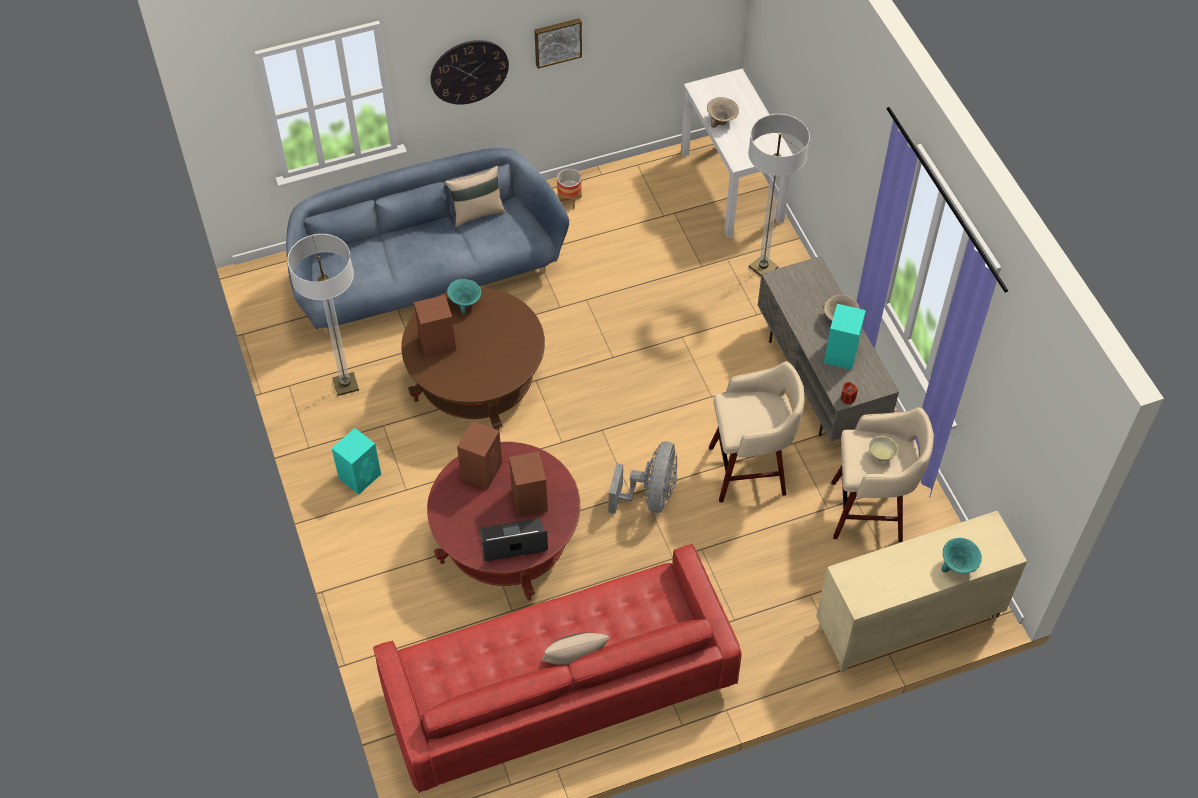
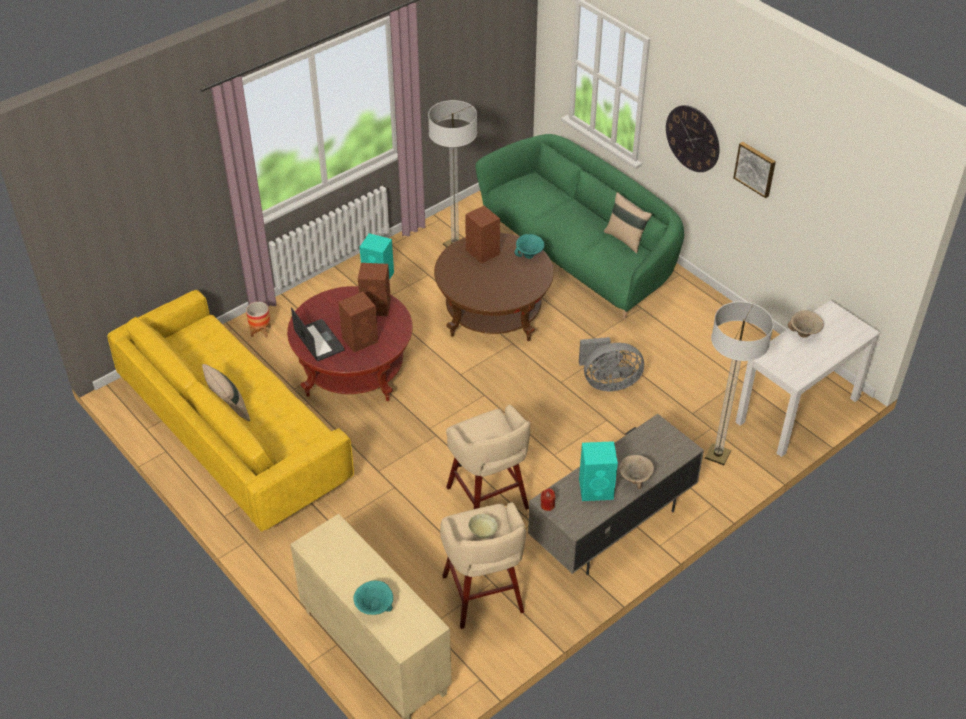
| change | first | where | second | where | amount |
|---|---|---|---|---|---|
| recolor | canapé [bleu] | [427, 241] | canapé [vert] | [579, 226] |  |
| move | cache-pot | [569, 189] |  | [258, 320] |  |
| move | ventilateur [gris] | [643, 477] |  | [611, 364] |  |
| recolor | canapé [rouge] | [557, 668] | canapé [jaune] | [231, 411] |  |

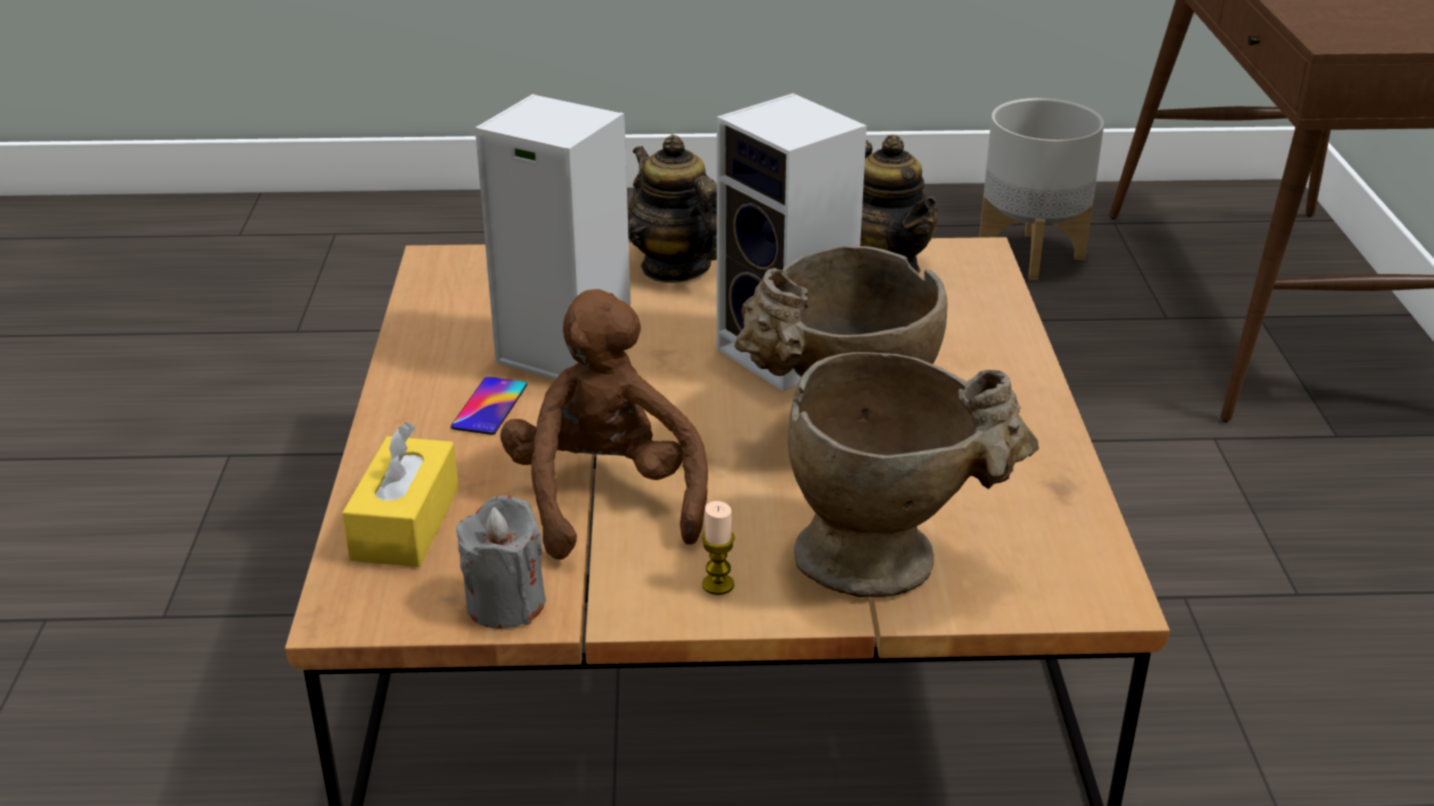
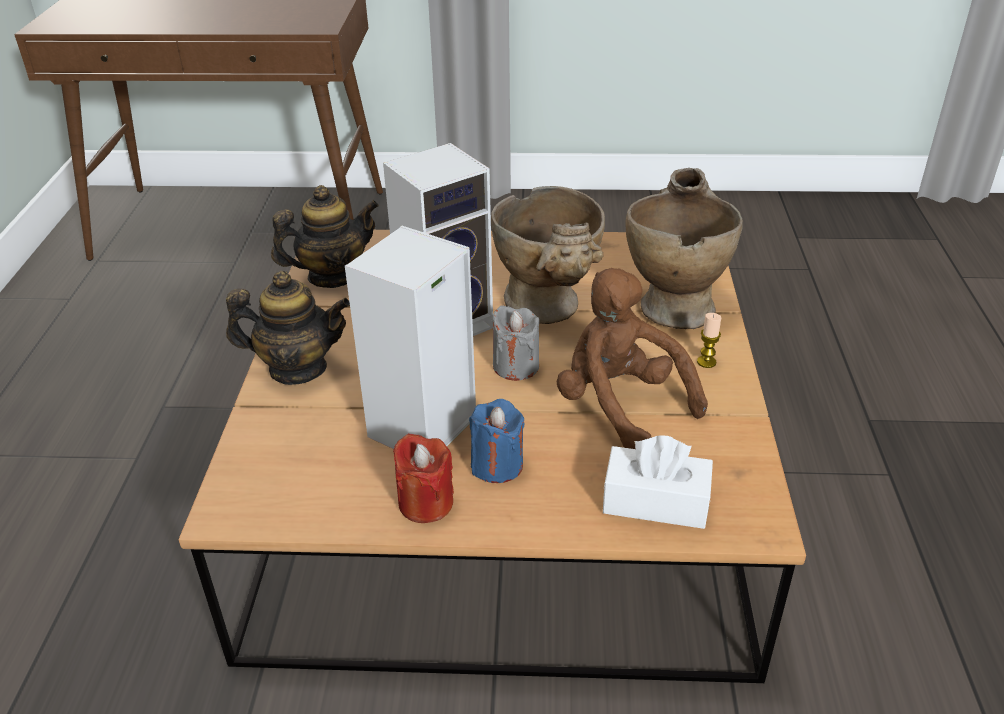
| change | first | where | second | where | amount |
|---|---|---|---|---|---|
| delete | cache-pot [gris] | [1041, 189] |  |  |  |
| rotate | théière | [672, 208] |  | [288, 328] | 150 degrees counterclockwise |
| rotate | peluche [marron] | [604, 424] |  | [632, 358] | 60 degrees clockwise |
| replace | téléphone | [489, 406] | bougie [bleu] | [497, 441] |  |
| recolor | boîte à mouchoirs [jaune] | [400, 494] | boîte à mouchoirs [blanc] | [658, 482] |  |
| move | bougie [gris] | [501, 562] |  | [515, 343] |  |
| insert |  |  | bougie [rouge] | [423, 478] |  |

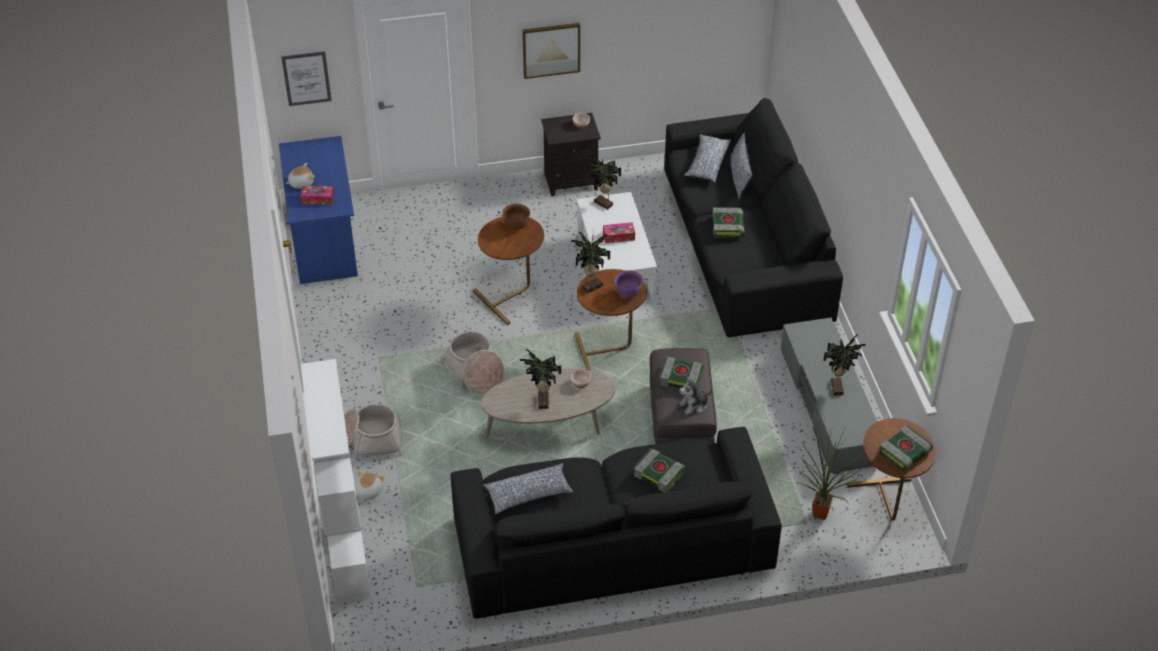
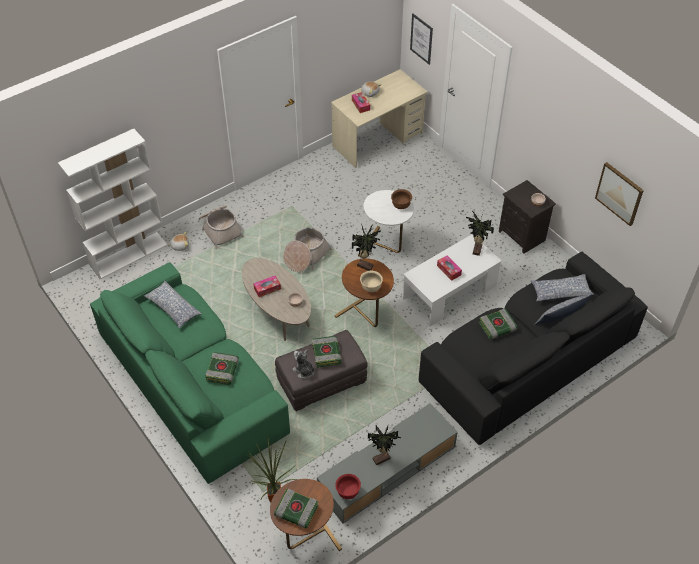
| change | first | where | second | where | amount |
|---|---|---|---|---|---|
| move | tableau | [551, 51] |  | [619, 194] |  |
| recolor | bureau [bleu] | [318, 210] | bureau [beige] | [379, 118] |  |
| recolor | table d'appoint [marron] | [508, 270] | table d'appoint [blanc] | [386, 223] |  |
| recolor | bol [violet] | [628, 284] | bol [beige] | [371, 281] |  |
| replace | plante en pot | [540, 379] | boîte à mouchoirs | [267, 286] |  |
| recolor | canapé [noir] | [616, 523] | canapé [vert] | [190, 373] |  |
| insert |  |  | bol [rouge] | [348, 486] |  |

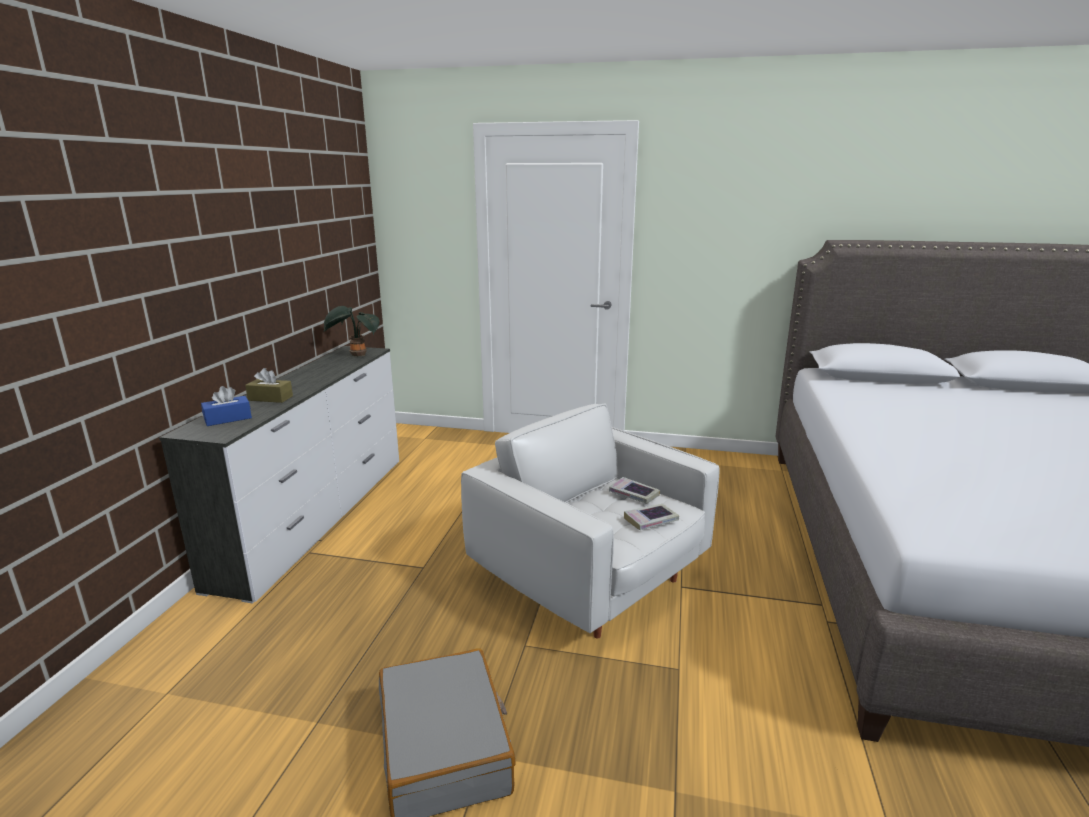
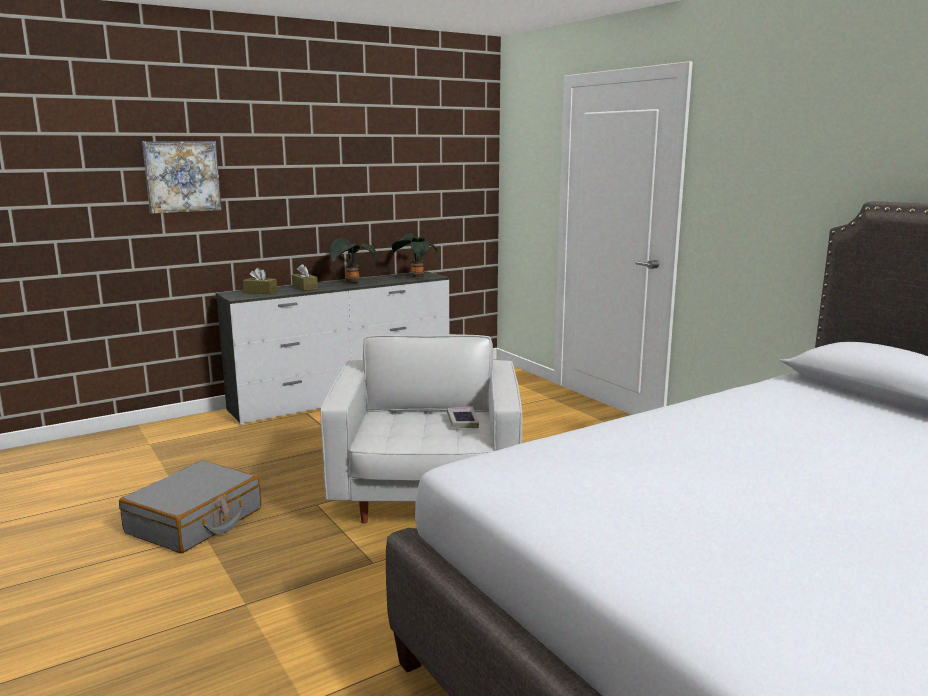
| change | first | where | second | where | amount |
|---|---|---|---|---|---|
| recolor | boîte à mouchoirs [bleu] | [226, 406] | boîte à mouchoirs [marron] | [260, 281] |  |
| delete | livre | [651, 517] |  |  |  |
| insert |  |  | tableau | [182, 177] |  |
| insert |  |  | plante en pot | [353, 260] |  |

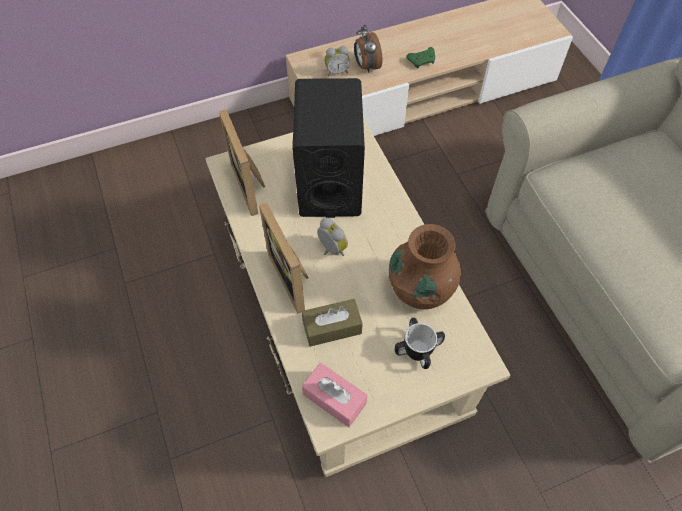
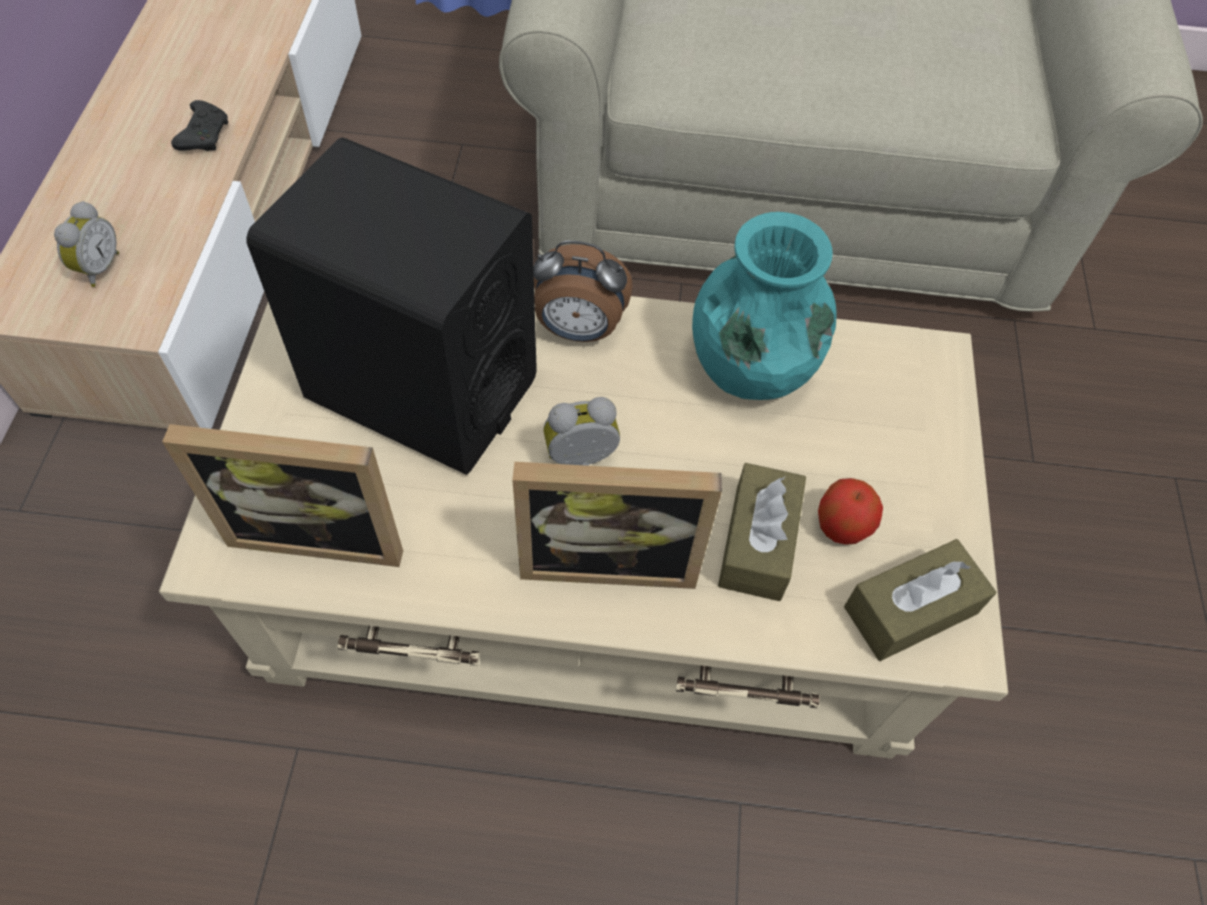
| change | first | where | second | where | amount |
|---|---|---|---|---|---|
| move | réveil | [368, 49] |  | [583, 291] |  |
| recolor | manette [vert] | [420, 58] | manette [noir] | [199, 125] |  |
| recolor | vase [marron] | [425, 267] | vase [turquoise] | [764, 306] |  |
| delete | mug | [420, 343] |  |  |  |
| recolor | boîte à mouchoirs [rose] | [334, 395] | boîte à mouchoirs [marron] | [920, 600] |  |
| insert |  |  | pomme | [850, 511] |  |

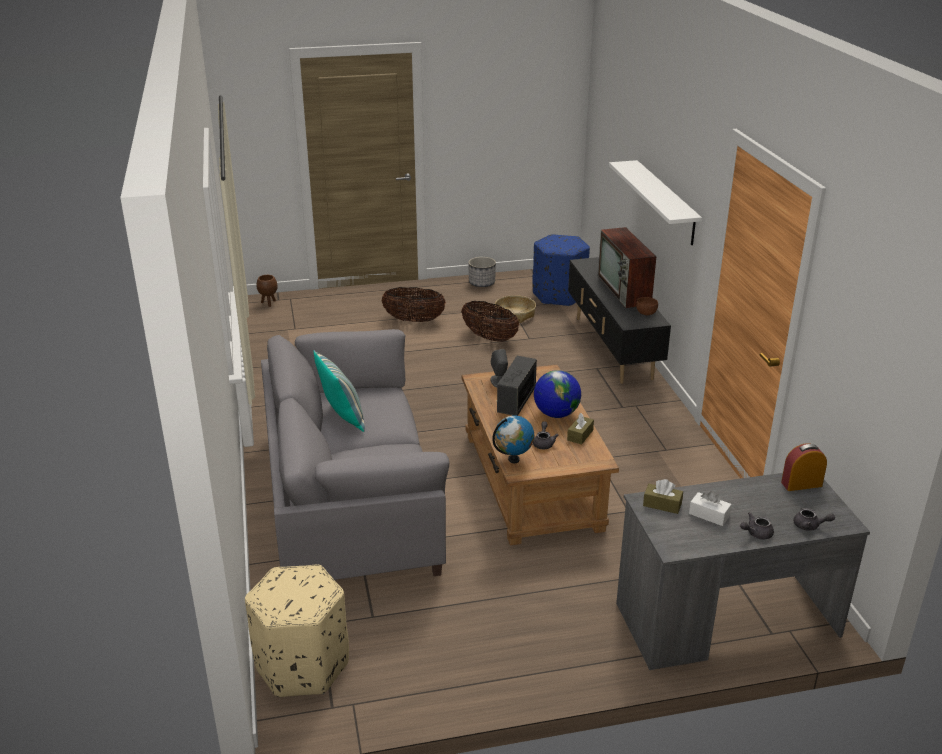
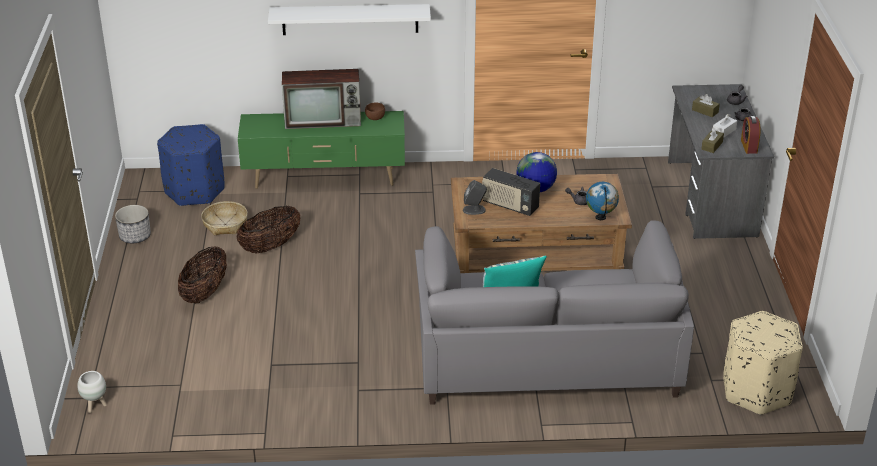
| change | first | where | second | where | amount |
|---|---|---|---|---|---|
| recolor | meuble télé [noir] | [619, 320] | meuble télé [vert] | [321, 150] |  |
| recolor | cache-pot [marron] | [267, 291] | cache-pot [blanc] | [92, 392] |  |
| move | boîte à mouchoirs [marron] | [580, 429] |  | [706, 105] |  |
| move | réveil | [804, 467] |  | [750, 135] |  |

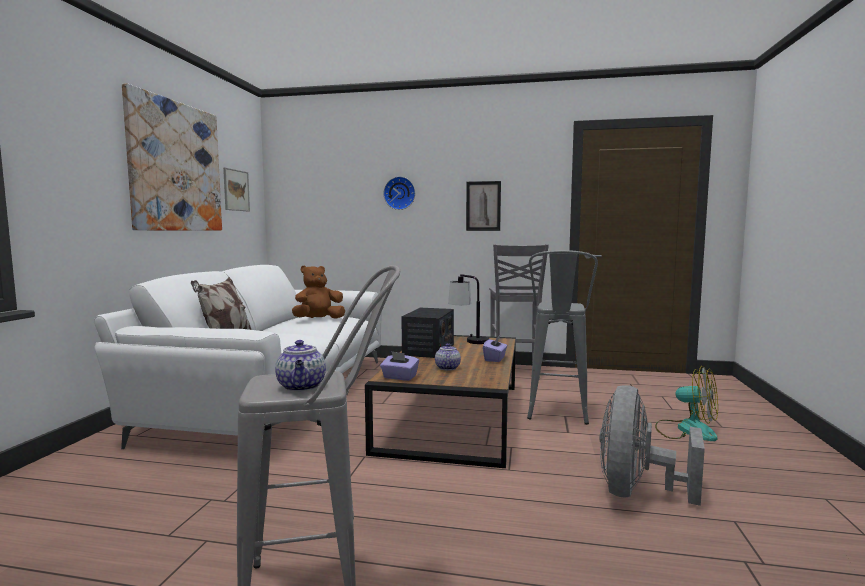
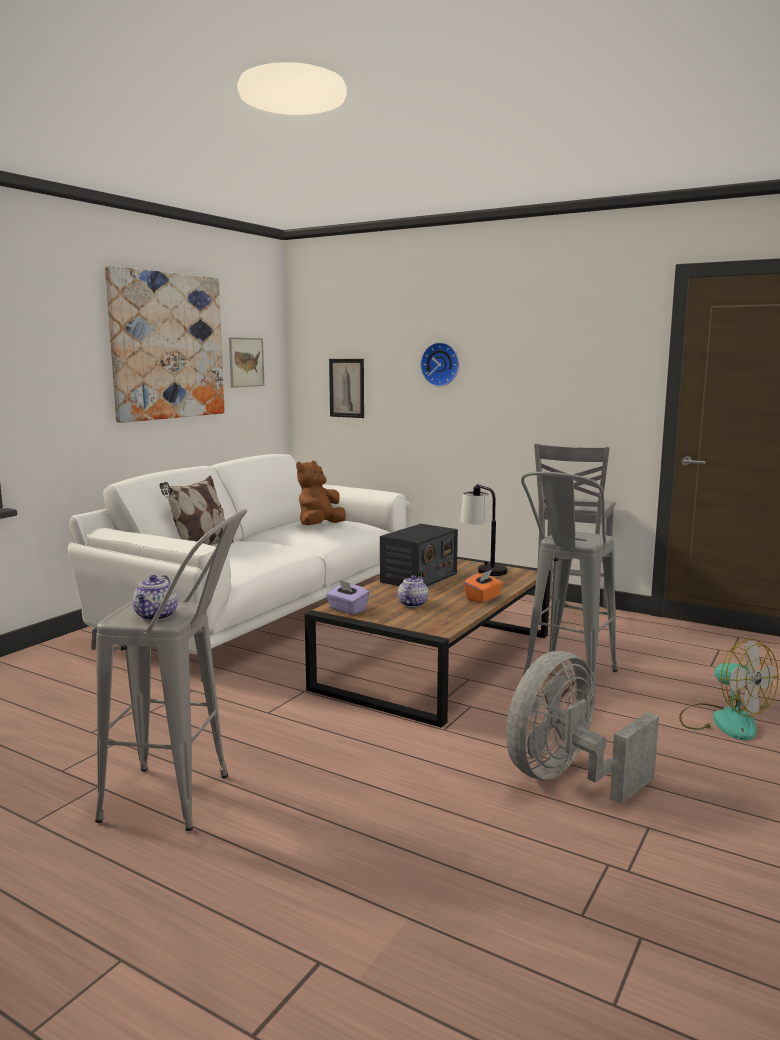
| change | first | where | second | where | amount |
|---|---|---|---|---|---|
| move | tableau | [483, 206] |  | [346, 388] |  |
| rotate | peluche [marron] | [318, 292] |  | [321, 493] | 45 degrees counterclockwise |
| recolor | boîte à mouchoirs [violet] | [495, 348] | boîte à mouchoirs [orange] | [483, 586] |  |

